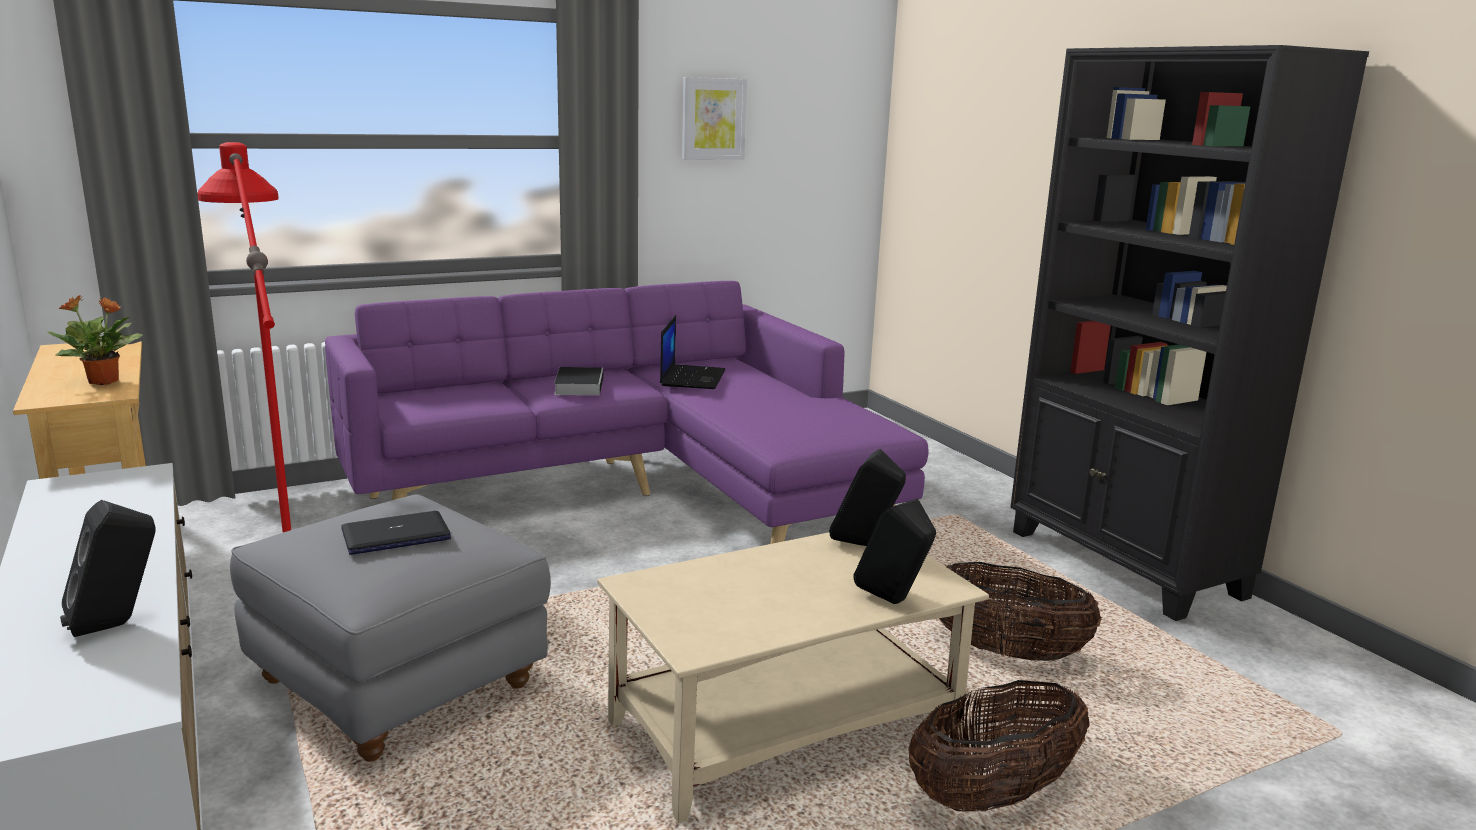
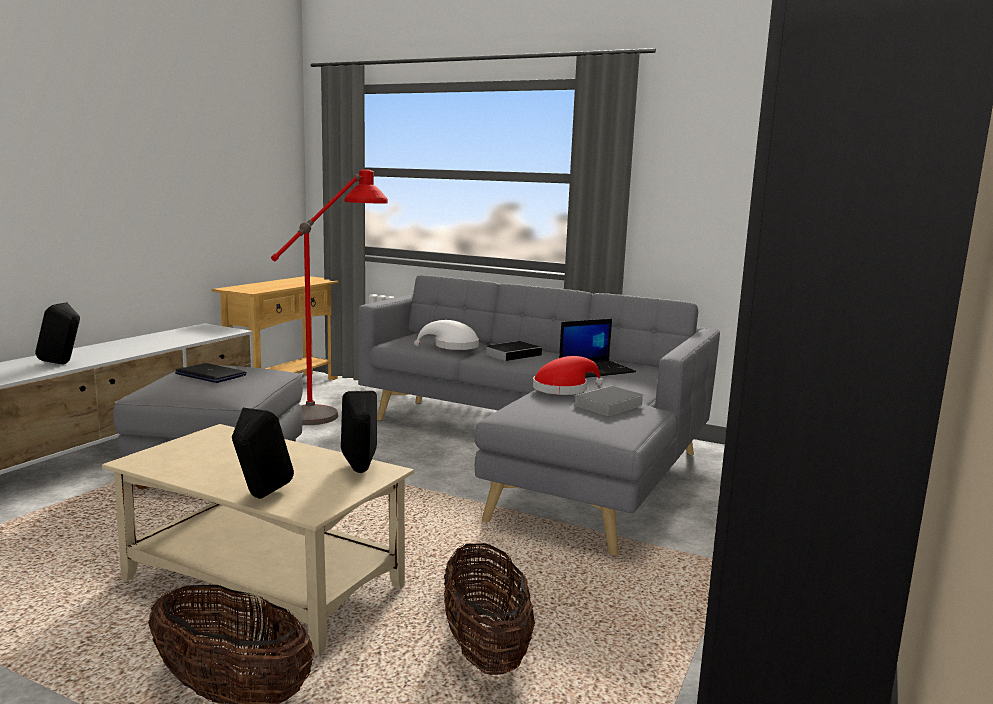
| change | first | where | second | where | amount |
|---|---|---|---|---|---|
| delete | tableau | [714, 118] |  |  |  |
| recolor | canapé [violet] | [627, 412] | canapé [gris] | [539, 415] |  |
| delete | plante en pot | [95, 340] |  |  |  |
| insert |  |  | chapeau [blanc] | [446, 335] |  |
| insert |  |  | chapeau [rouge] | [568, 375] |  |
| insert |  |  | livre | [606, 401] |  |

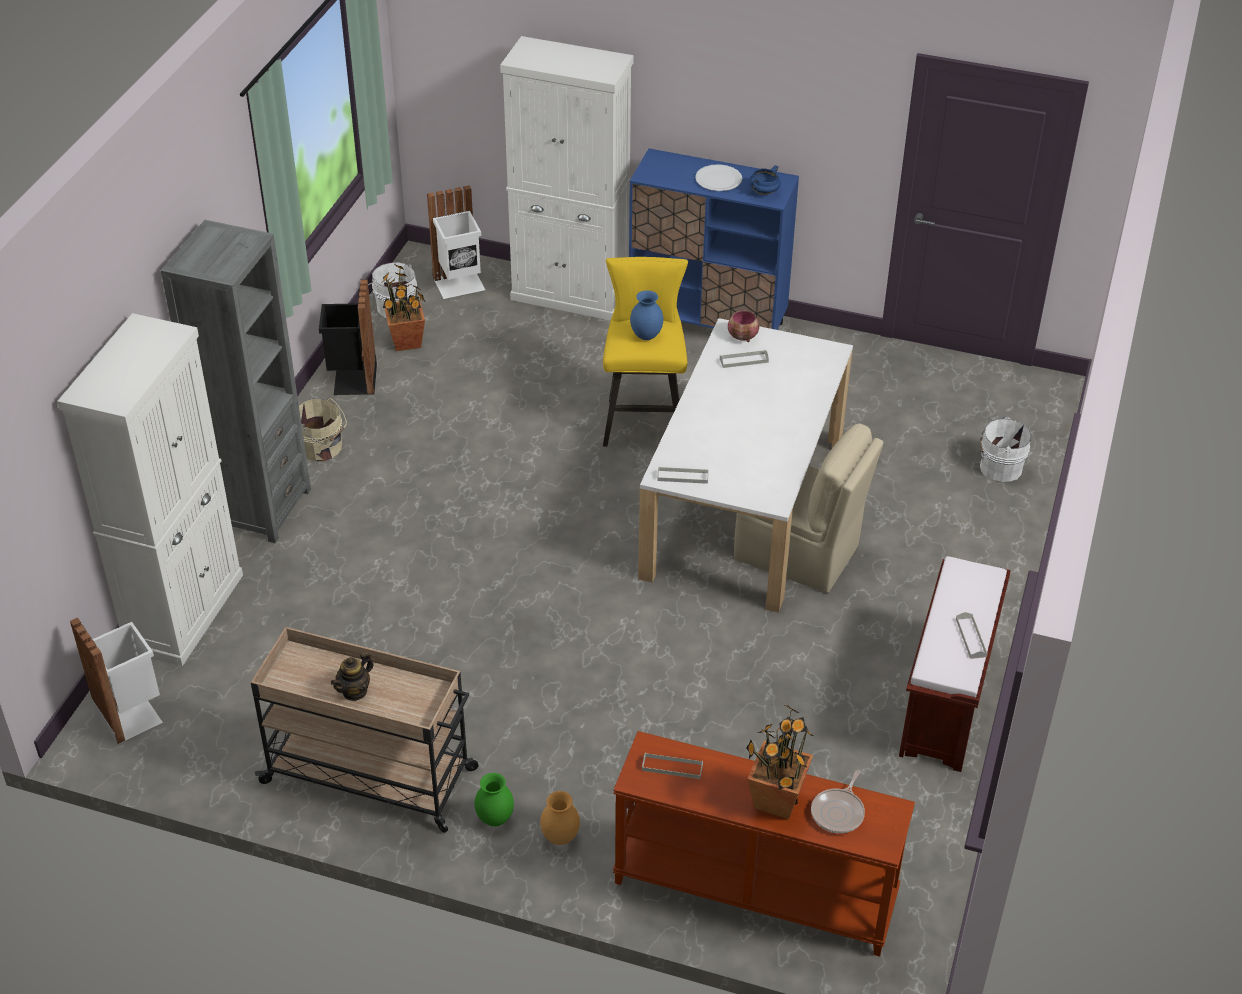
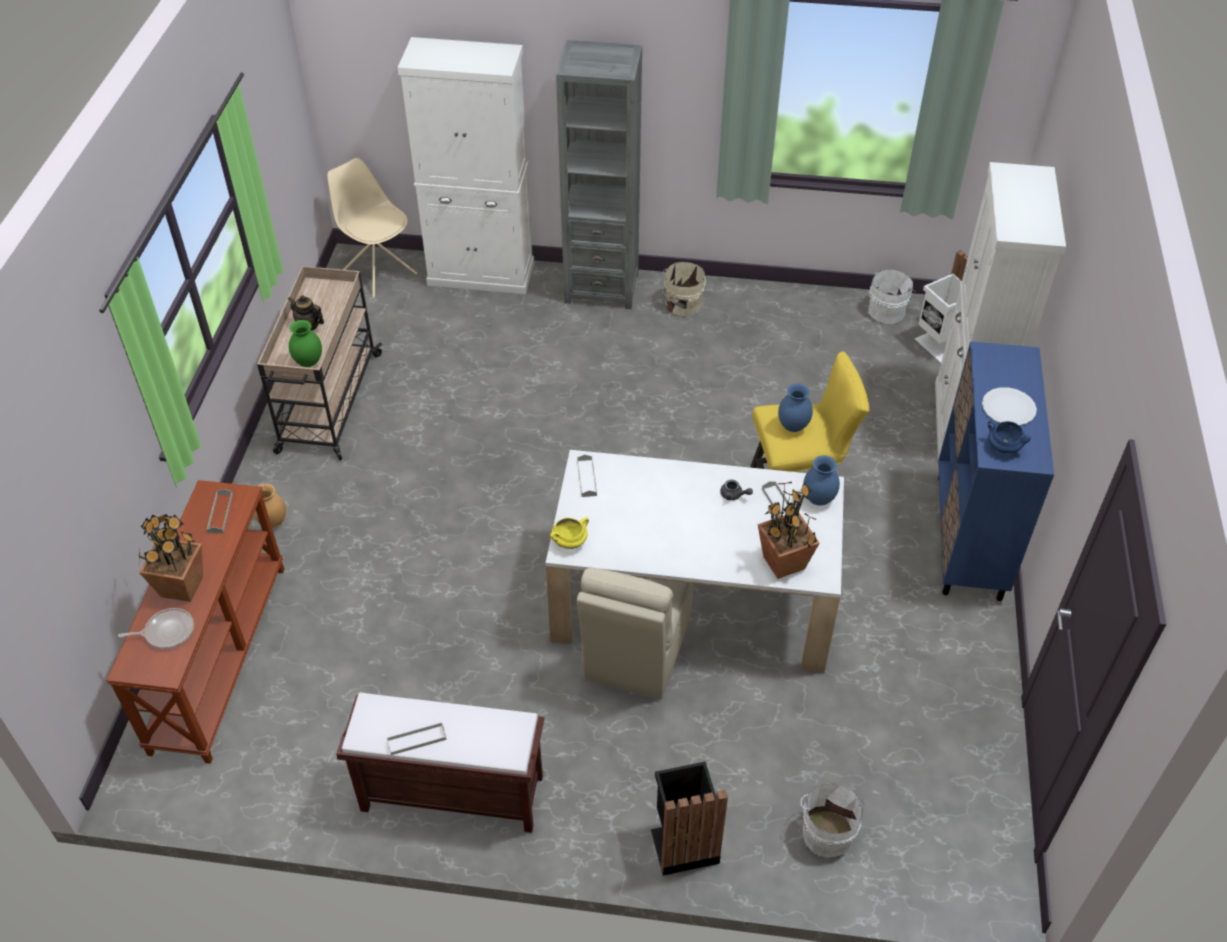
| change | first | where | second | where | amount |
|---|---|---|---|---|---|
| move | plante en pot | [404, 307] |  | [789, 530] |  |
| move | poubelle [noir] | [348, 337] |  | [689, 818] |  |
| replace | bol | [743, 326] | vase [bleu] | [821, 480] |  |
| replace | poubelle [blanc] | [116, 680] | chaise [beige] | [372, 228] |  |
| rotate | poêle | [838, 801] |  | [156, 628] | 150 degrees clockwise |
| move | vase [vert] | [494, 799] |  | [305, 343] |  |
| insert |  |  | théière [gris] | [736, 490] |  |
| insert |  |  | marmite [jaune] | [569, 533] |  |

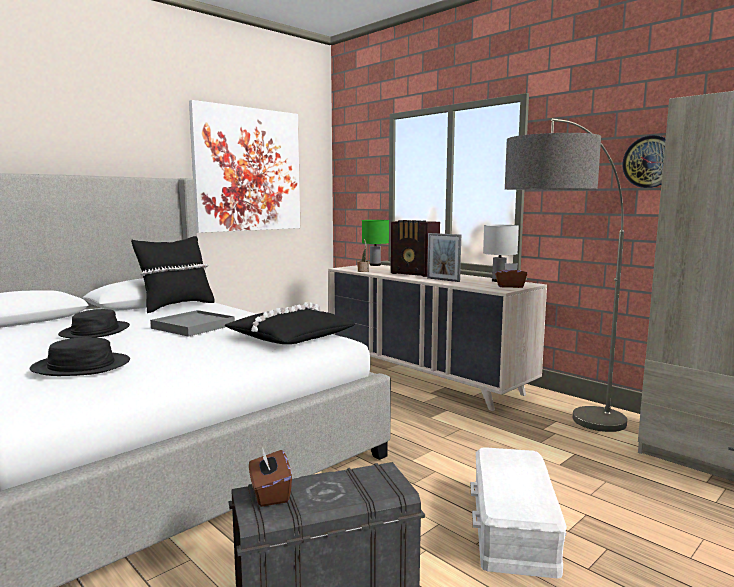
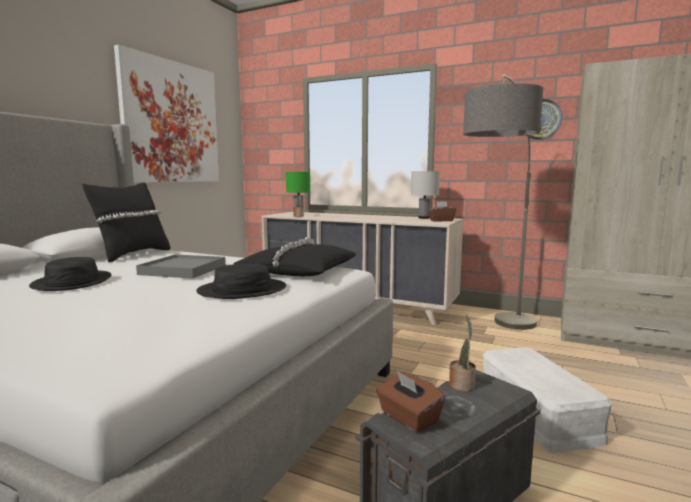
| change | first | where | second | where | amount |
|---|---|---|---|---|---|
| delete | radio | [415, 248] |  |  |  |
| delete | cadre photo | [444, 257] |  |  |  |
| move | chapeau [noir] | [80, 356] |  | [241, 281] |  |
| insert |  |  | plante en pot | [462, 353] |  |

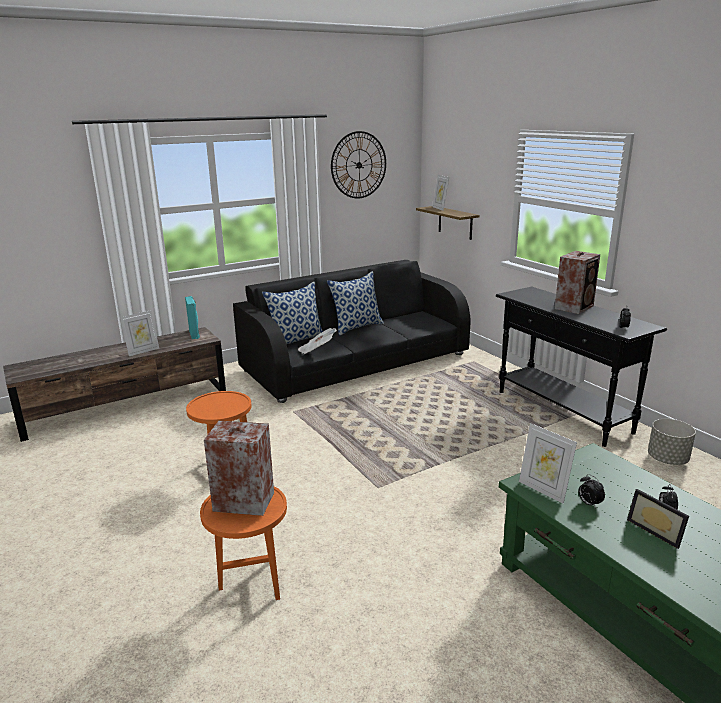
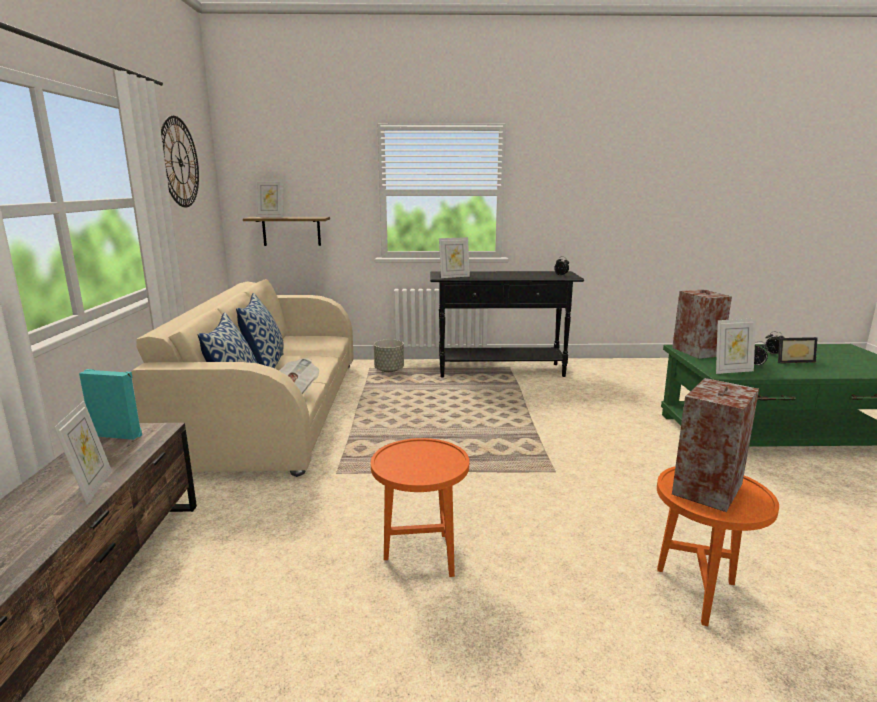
| change | first | where | second | where | amount |
|---|---|---|---|---|---|
| move | enceinte | [577, 282] |  | [702, 324] |  |
| recolor | canapé [noir] | [352, 331] | canapé [beige] | [243, 378] |  |
| move | cache-pot [gris] | [672, 442] |  | [389, 355] |  |
| insert |  |  | cadre photo | [454, 257] |  |

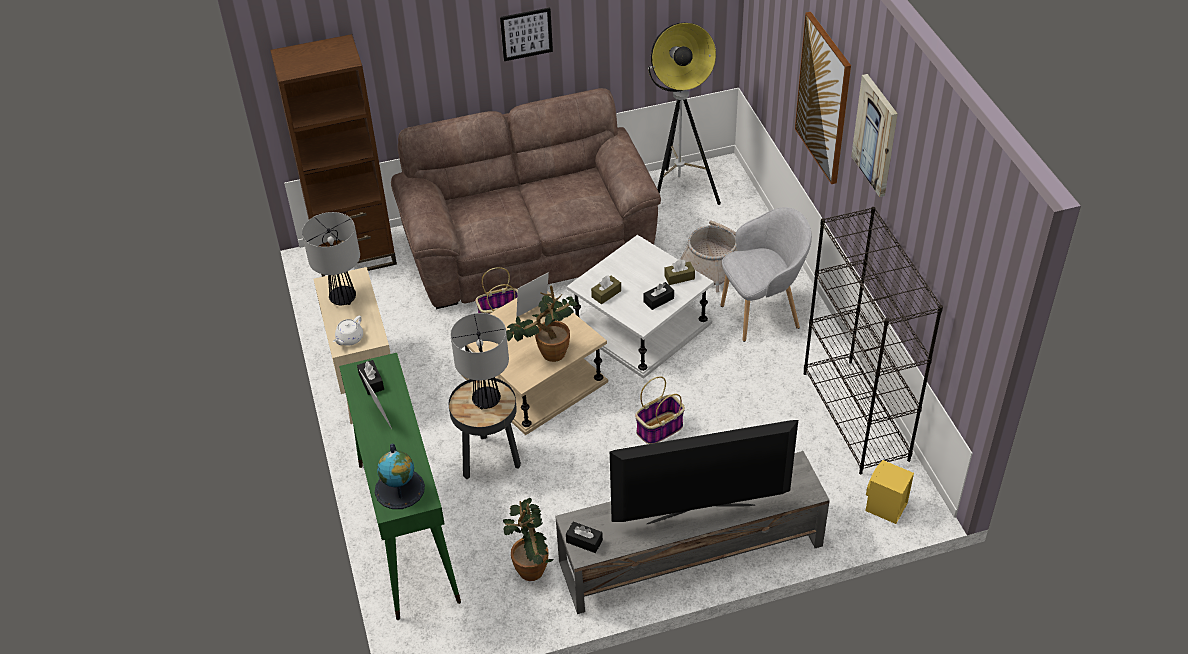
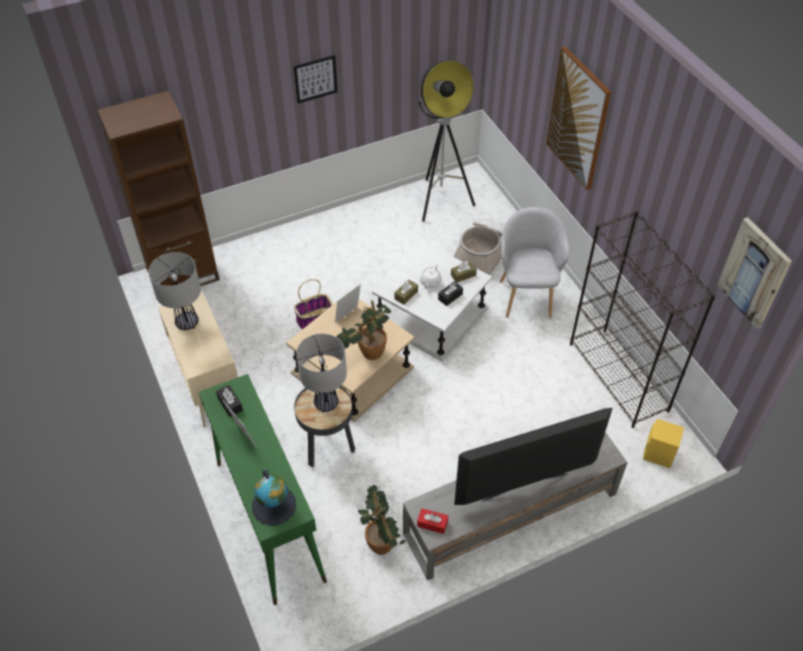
| change | first | where | second | where | amount |
|---|---|---|---|---|---|
| move | tableau | [874, 135] |  | [754, 273] |  |
| delete | canapé [marron] | [526, 198] |  |  |  |
| rotate | fauteuil [gris] | [766, 274] |  | [534, 262] | 60 degrees counterclockwise |
| move | théière [blanc] | [348, 330] |  | [431, 276] |  |
| delete | panier | [660, 410] |  |  |  |
| recolor | boîte à mouchoirs [noir] | [584, 537] | boîte à mouchoirs [rouge] | [432, 521] |  |

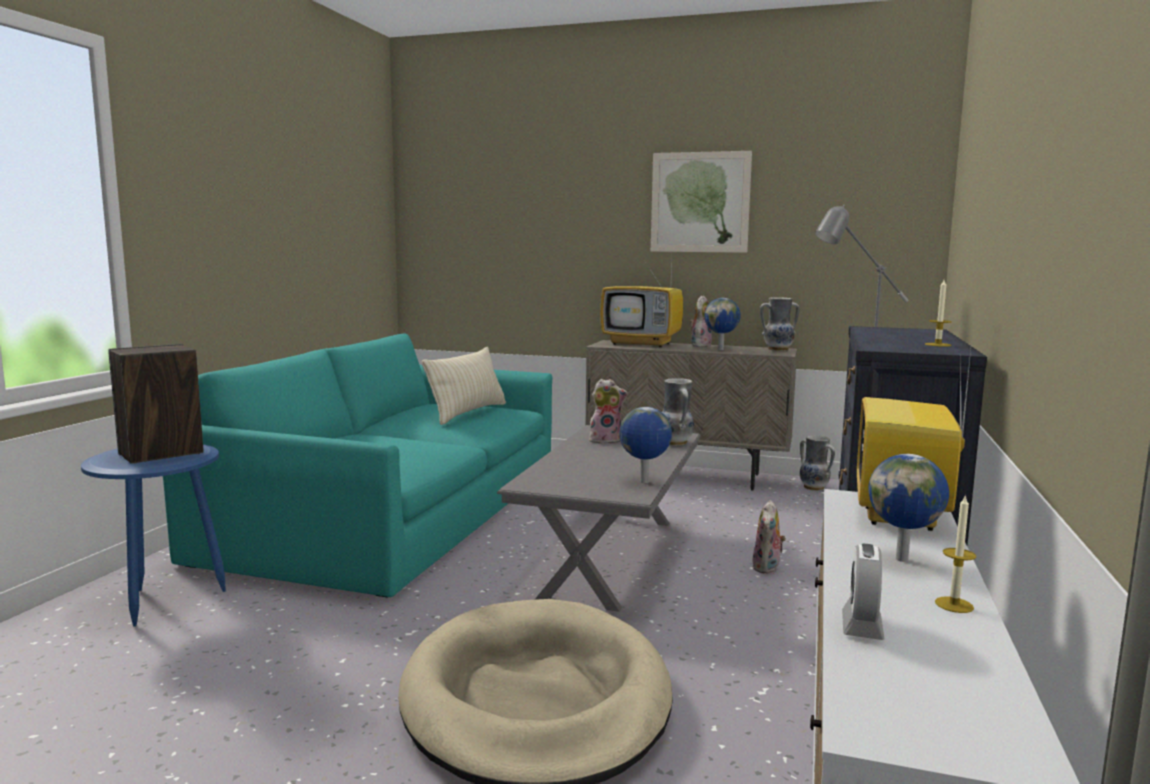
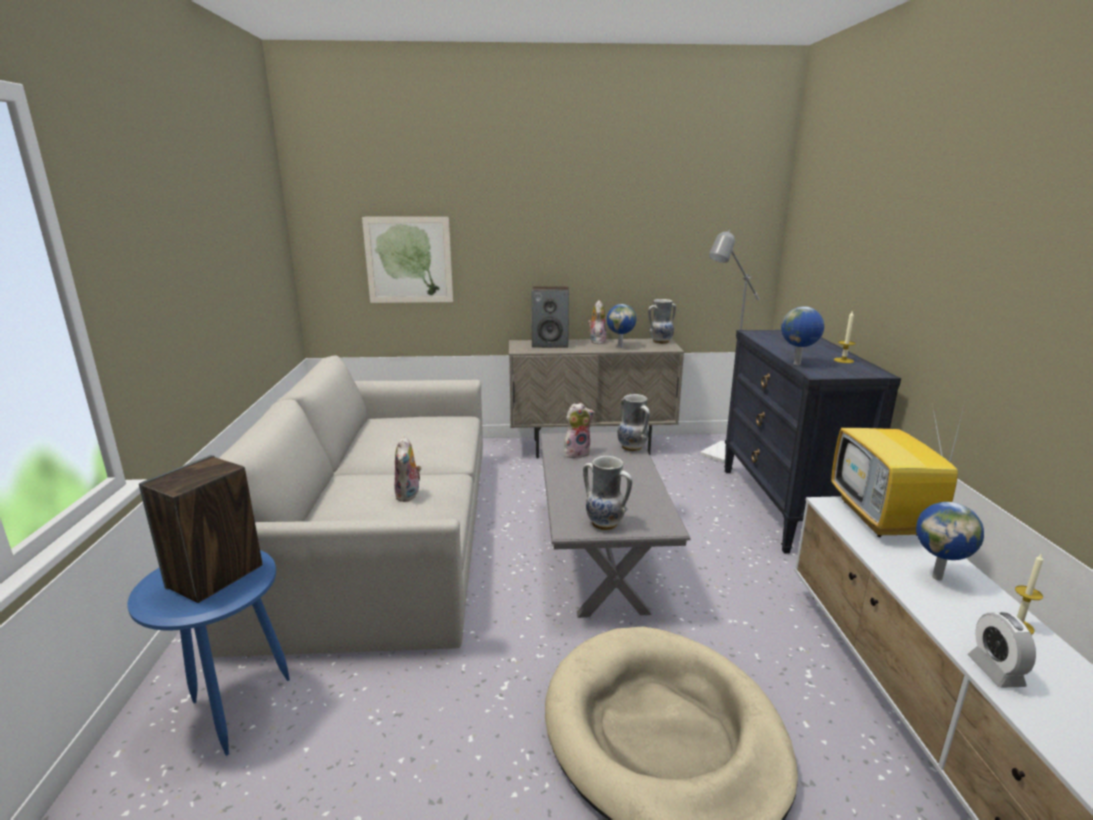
| change | first | where | second | where | amount |
|---|---|---|---|---|---|
| move | tableau | [701, 202] |  | [407, 260] |  |
| replace | téléviseur | [641, 303] | enceinte | [550, 317] |  |
| recolor | canapé [turquoise] | [357, 466] | canapé [gris] | [344, 506] |  |
| delete | coussin [beige] | [464, 386] |  |  |  |
| move | globe | [645, 445] |  | [802, 336] |  |
| move | vase | [817, 463] |  | [607, 493] |  |
| move | peluche | [769, 537] |  | [408, 469] |  |

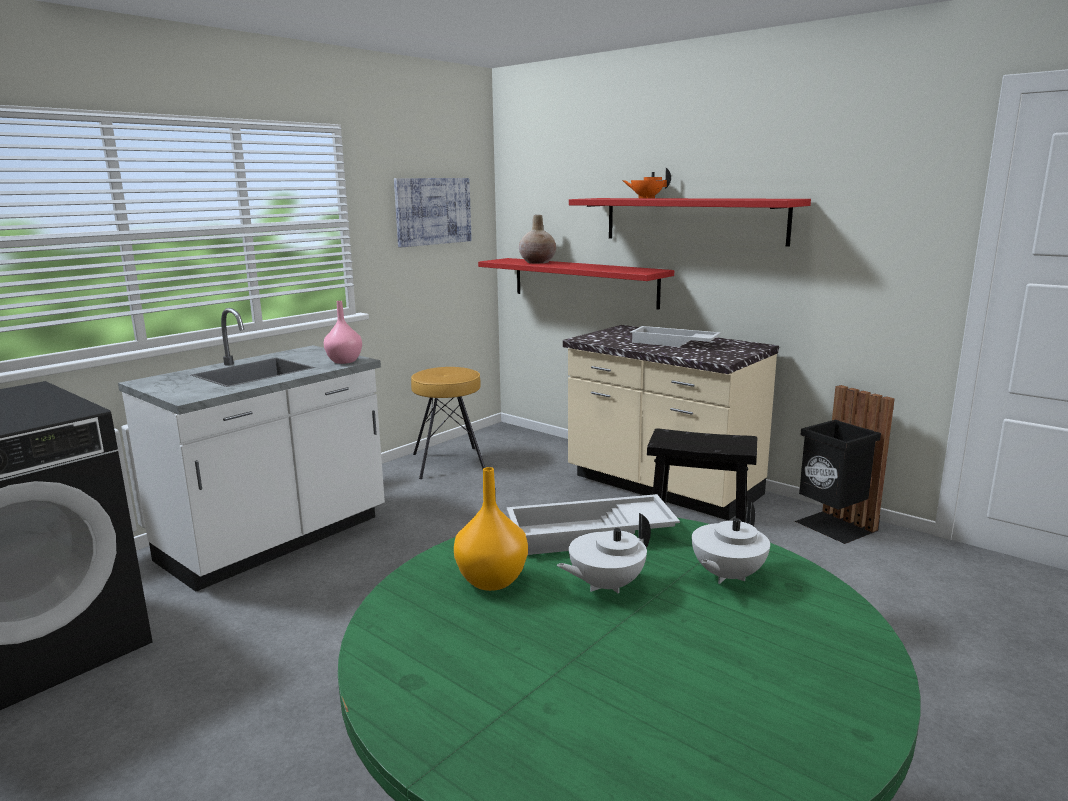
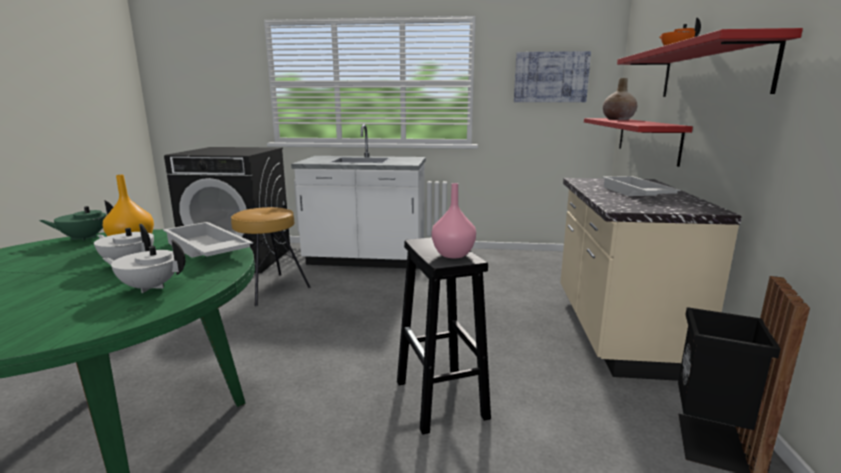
| change | first | where | second | where | amount |
|---|---|---|---|---|---|
| move | vase [rose] | [343, 332] |  | [453, 220] |  |
| move | tabouret [marron] | [448, 423] |  | [271, 256] |  |
| insert |  |  | théière [vert] | [76, 220] |  |

